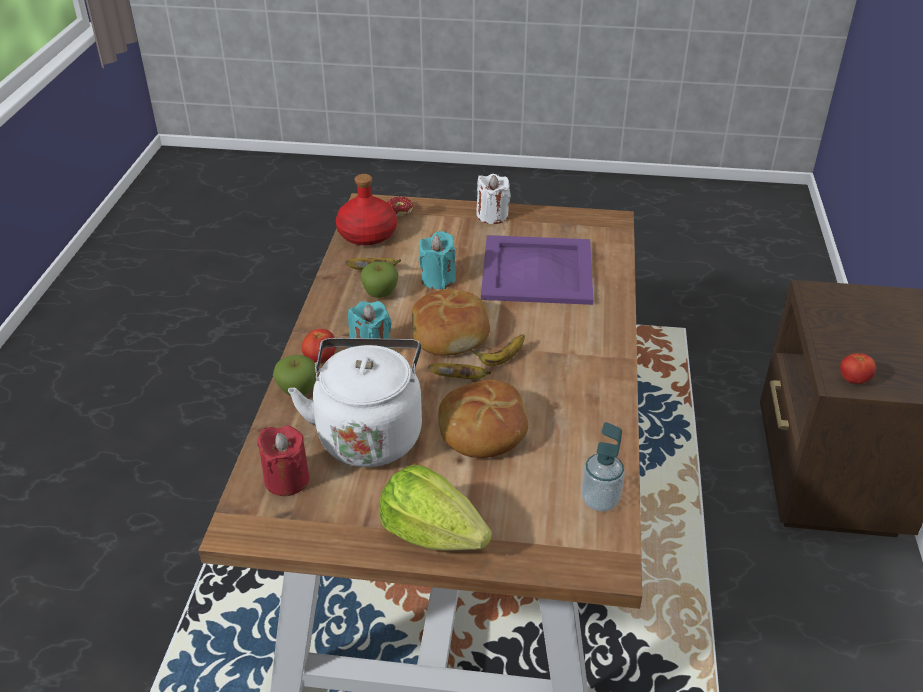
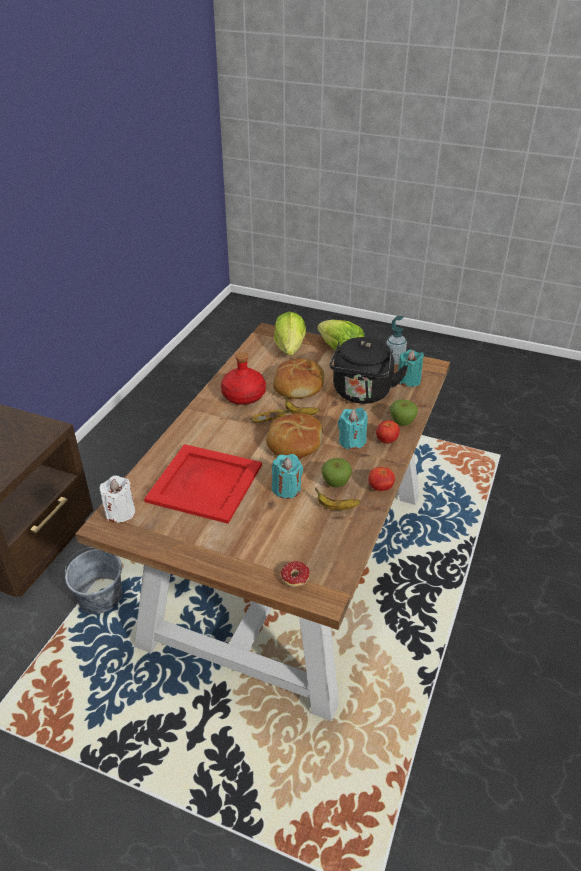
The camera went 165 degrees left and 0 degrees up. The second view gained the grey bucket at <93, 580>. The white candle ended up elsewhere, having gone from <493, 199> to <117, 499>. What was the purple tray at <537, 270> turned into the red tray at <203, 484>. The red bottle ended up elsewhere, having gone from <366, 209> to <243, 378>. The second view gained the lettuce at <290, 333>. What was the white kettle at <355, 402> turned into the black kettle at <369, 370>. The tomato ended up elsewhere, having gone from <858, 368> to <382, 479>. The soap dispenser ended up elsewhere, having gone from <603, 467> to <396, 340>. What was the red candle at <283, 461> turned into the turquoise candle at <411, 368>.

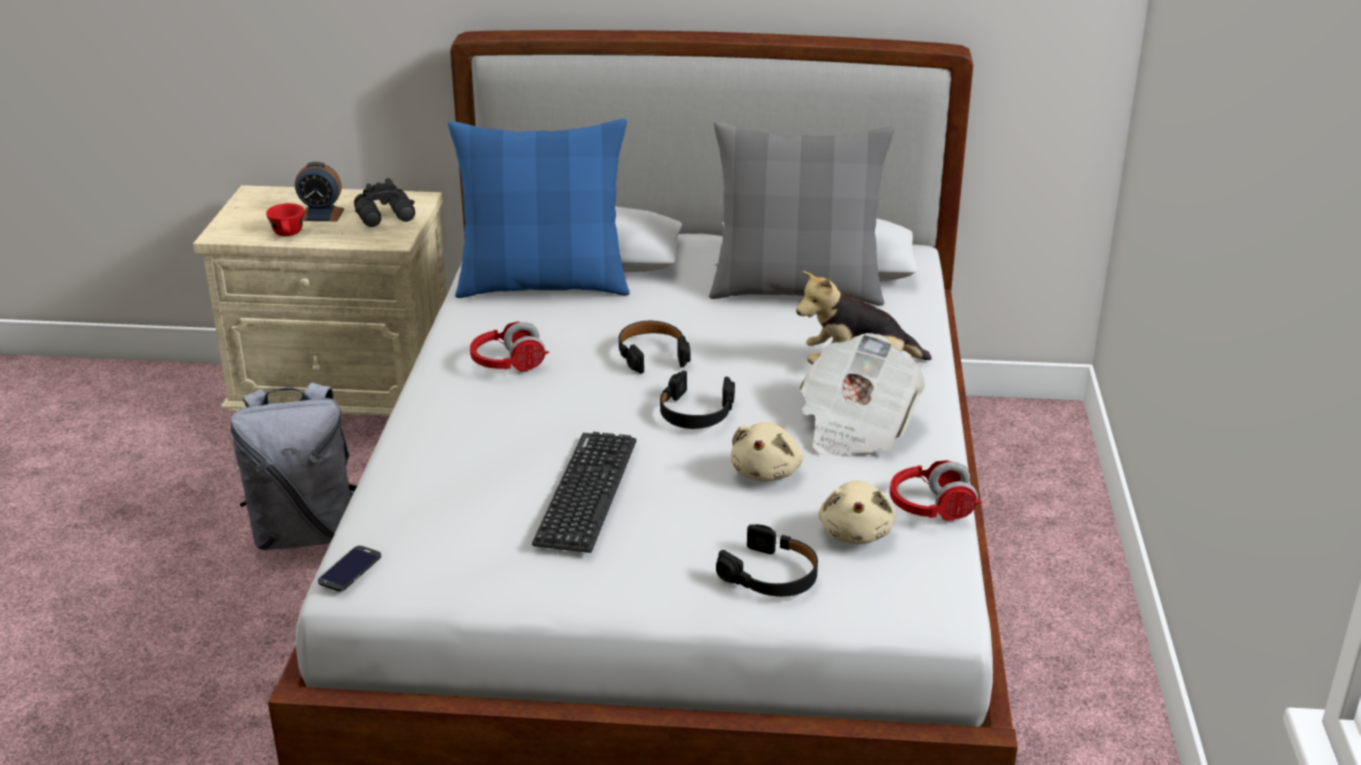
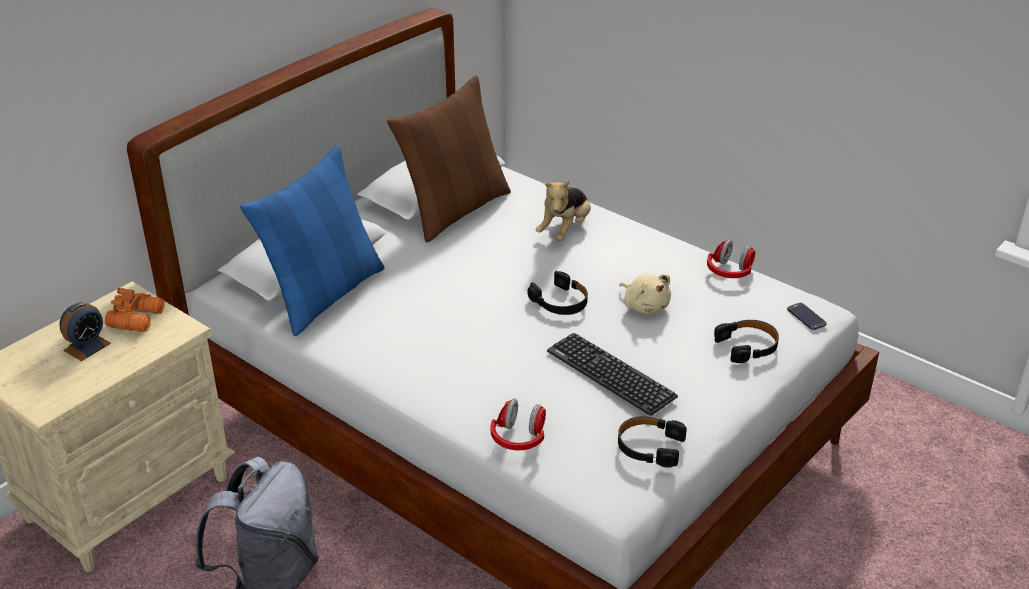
The camera went 55 degrees left and 5 degrees up. What was the black binoculars at <384, 202> turned into the orange binoculars at <135, 310>. What was the grey pillow at <801, 213> turned into the brown pillow at <449, 159>. The red headphones ended up elsewhere, having gone from <509, 347> to <518, 424>. The black headphones ended up elsewhere, having gone from <655, 347> to <652, 442>. The phone ended up elsewhere, having gone from <349, 569> to <807, 316>. The second view lost the red cup at <285, 219>. The second view lost the newspaper at <862, 394>. The second view lost the beige plush toy at <857, 512>.

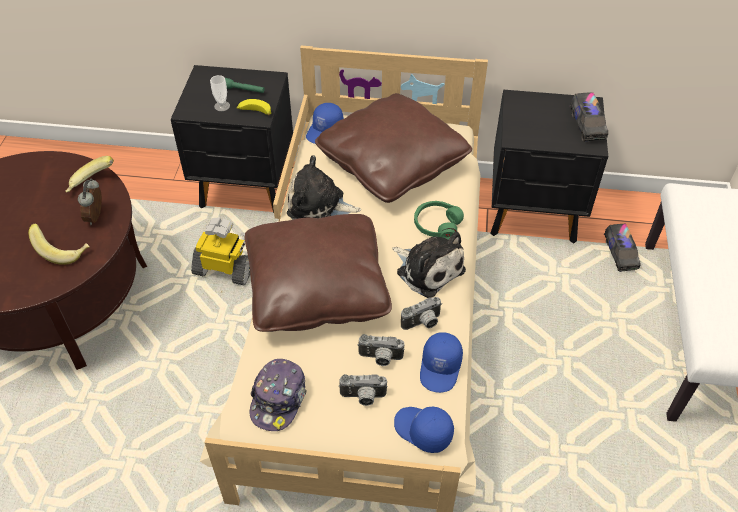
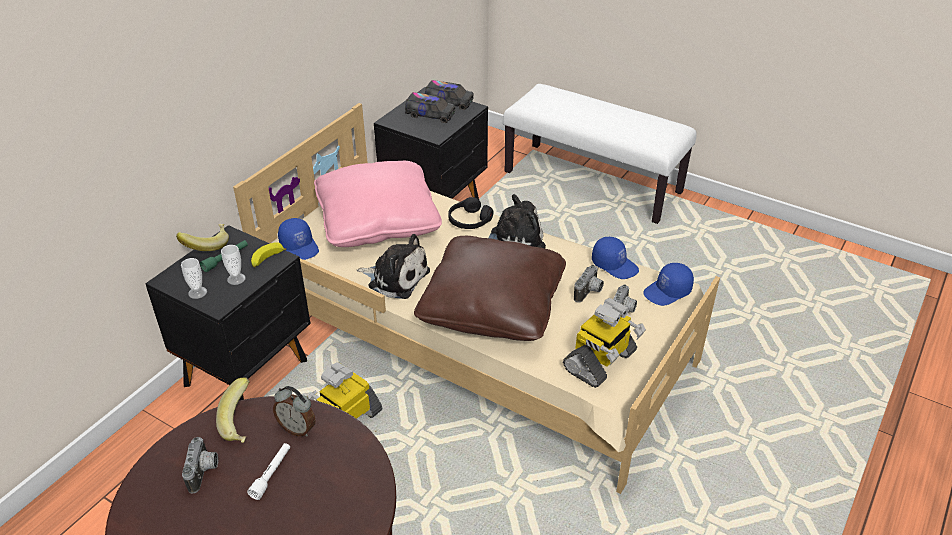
The camera went 65 degrees left and 10 degrees down. The banana ended up elsewhere, having gone from <59, 244> to <202, 237>. The second view gained the cup at <194, 278>. The photo camera ended up elsewhere, having gone from <421, 313> to <200, 465>. The second view gained the white flashlight at <268, 471>. What was the brown pillow at <393, 148> turned into the pink pillow at <378, 204>. The plush toy at <324, 187> ended up facing another way, 105 degrees counterclockwise from before. The toy truck ended up elsewhere, having gone from <622, 248> to <430, 107>. What was the green headphones at <439, 220> turned into the black headphones at <470, 213>. Where the cap stood at <278, 395>, the toy robot came to stand at <604, 343>.

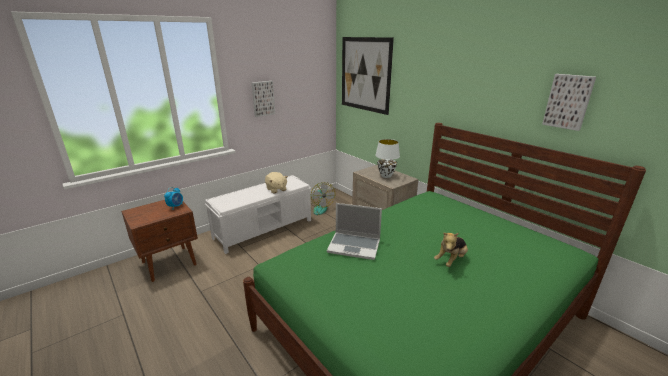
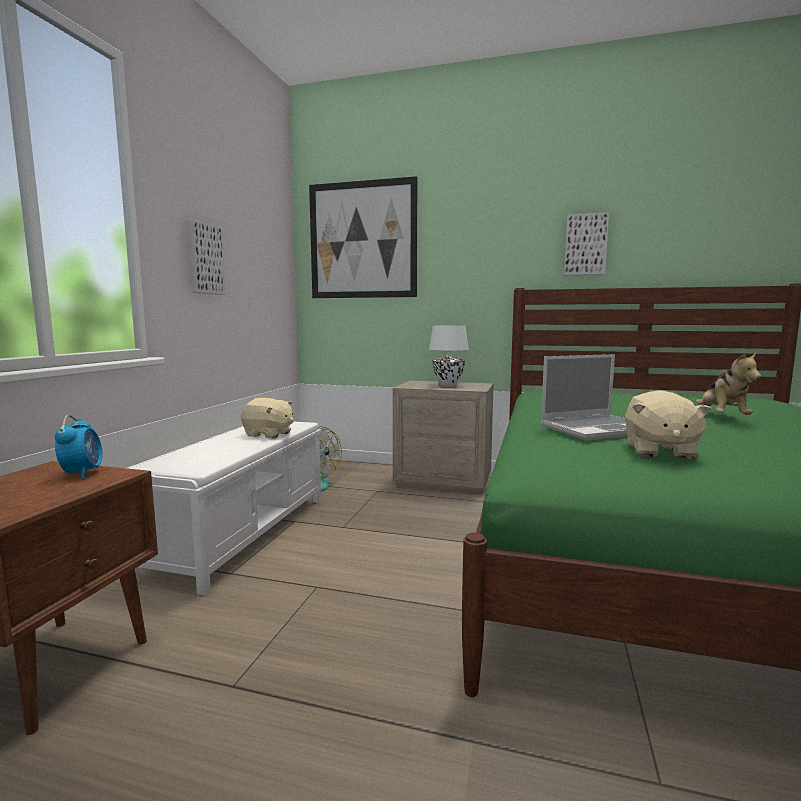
The camera went 35 degrees left and 15 degrees down. The picture ended up elsewhere, having gone from <569, 102> to <586, 243>. The second view gained the beige plush toy at <668, 425>.

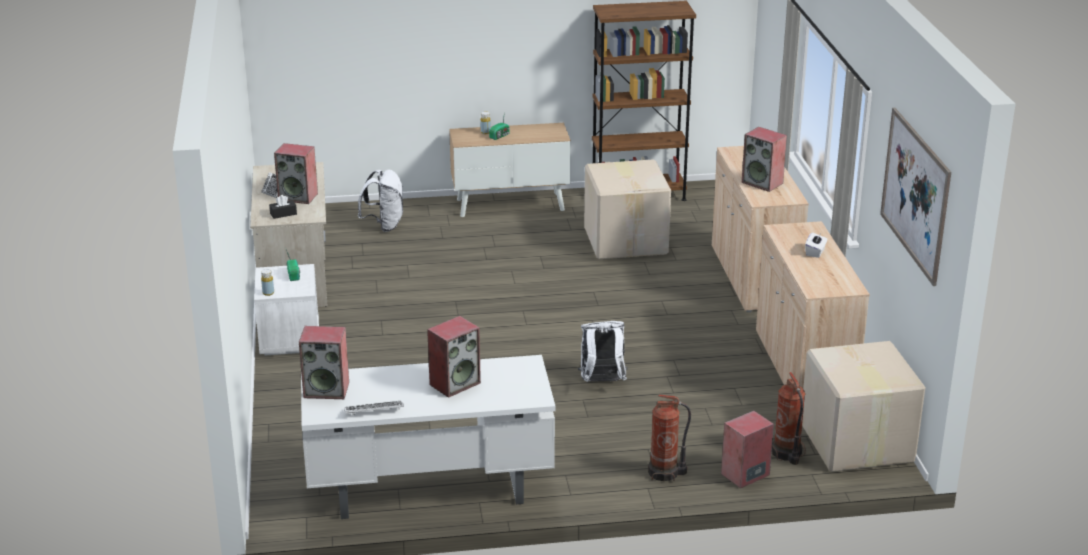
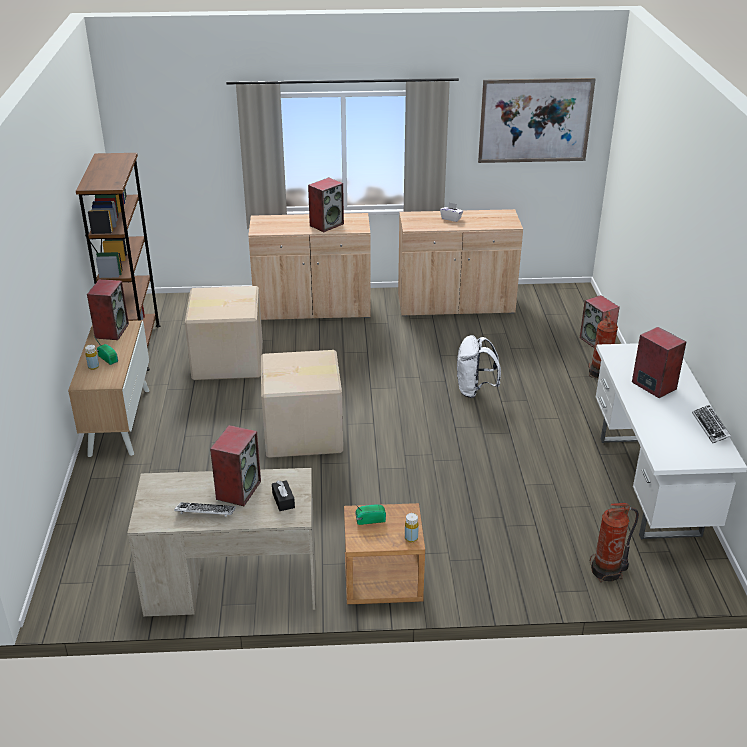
The camera went 85 degrees left and 5 degrees up. The speaker ended up elsewhere, having gone from <324, 362> to <108, 309>. The cardboard box ended up elsewhere, having gone from <864, 406> to <302, 404>. What was the white nightstand at <286, 310> turned into the brown nightstand at <384, 553>. The fire extinguisher ended up elsewhere, having gone from <789, 418> to <614, 543>. The second view lost the white backpack at <380, 200>.

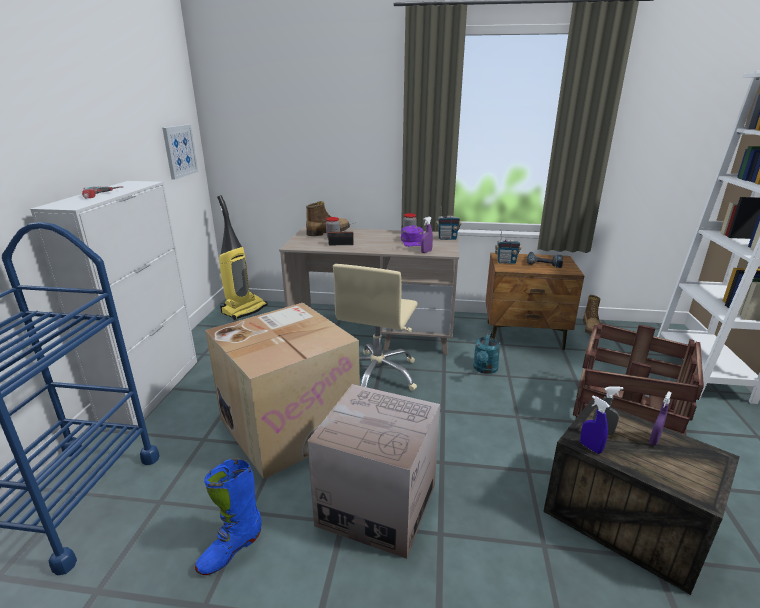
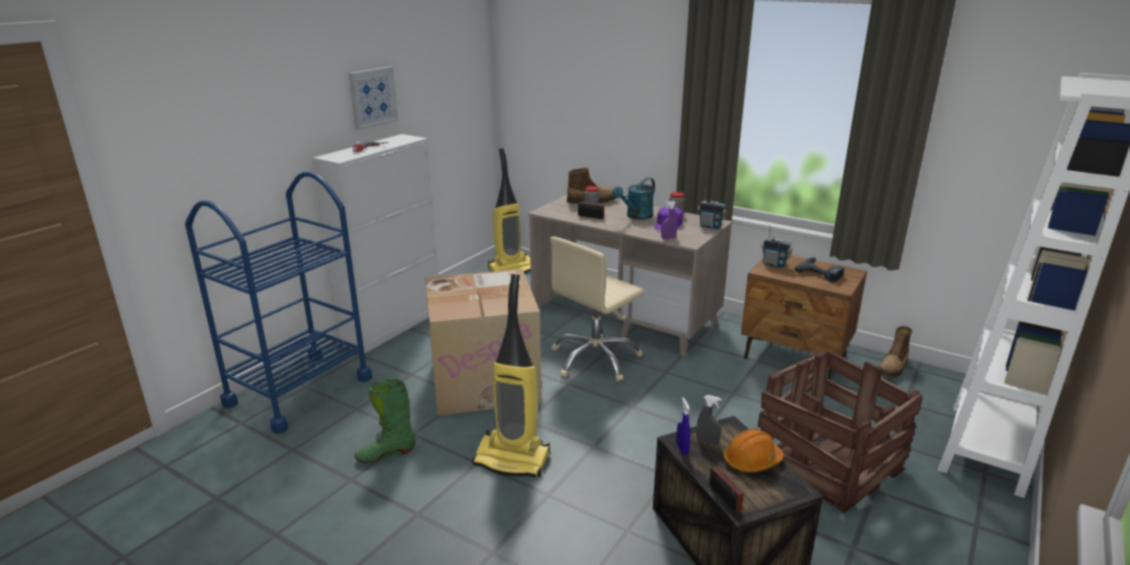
The camera went 25 degrees right and 0 degrees up. The picture ended up elsewhere, having gone from <180, 152> to <373, 98>. What was the blue boot at <228, 516> turned into the green boot at <385, 421>. Where the cardboard box stood at <373, 471>, the vacuum cleaner came to stand at <511, 376>. The turquoise watering can ended up elsewhere, having gone from <487, 352> to <633, 199>. The second view gained the radio at <728, 489>. Where the purple spray bottle stood at <660, 419>, the orange hard hat came to stand at <753, 451>.

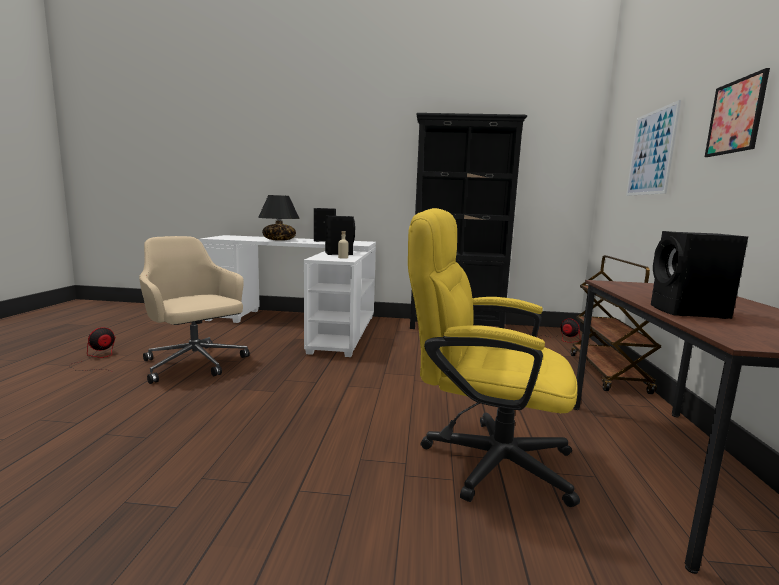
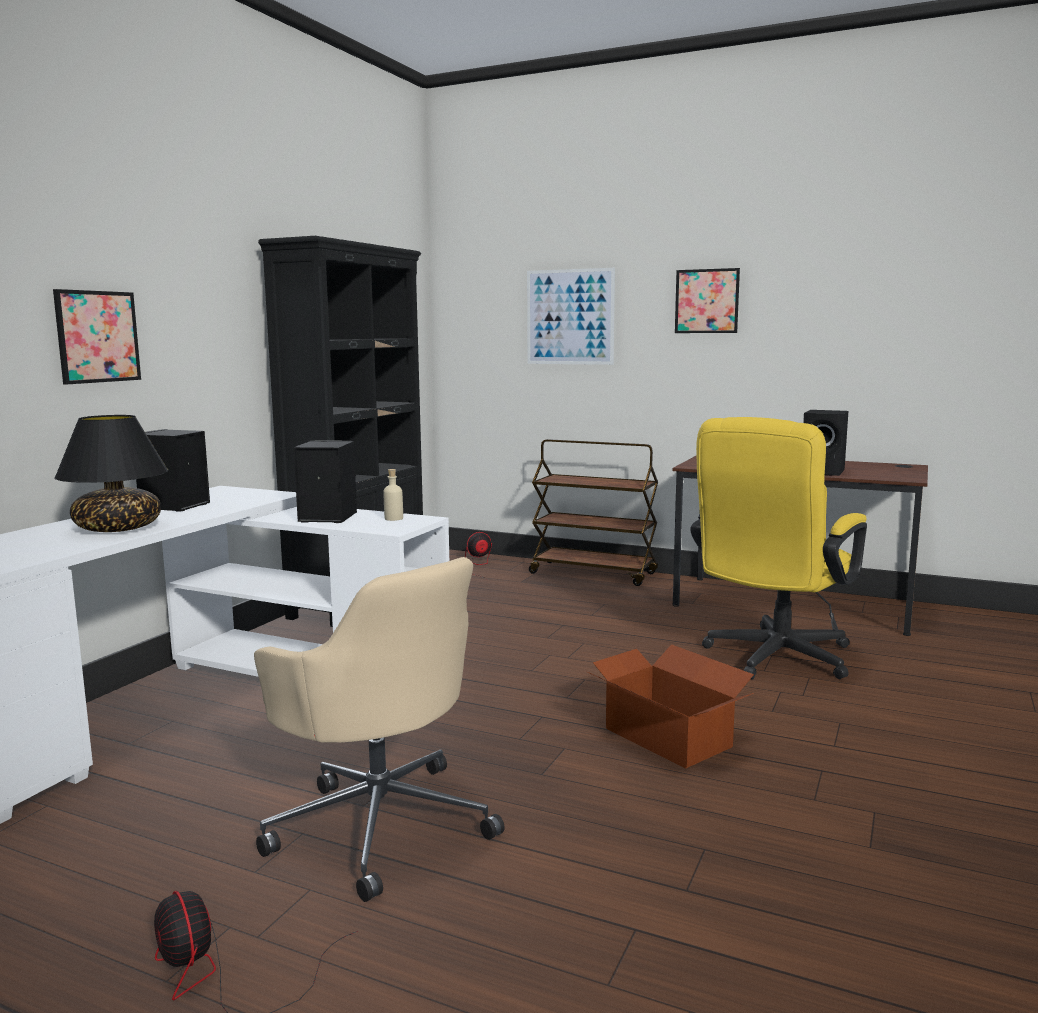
The camera went 70 degrees left and 0 degrees up. The second view gained the picture at <97, 337>. The beige office chair at <194, 310> ended up facing another way, 105 degrees counterclockwise from before. The second view gained the cardboard box at <671, 706>.

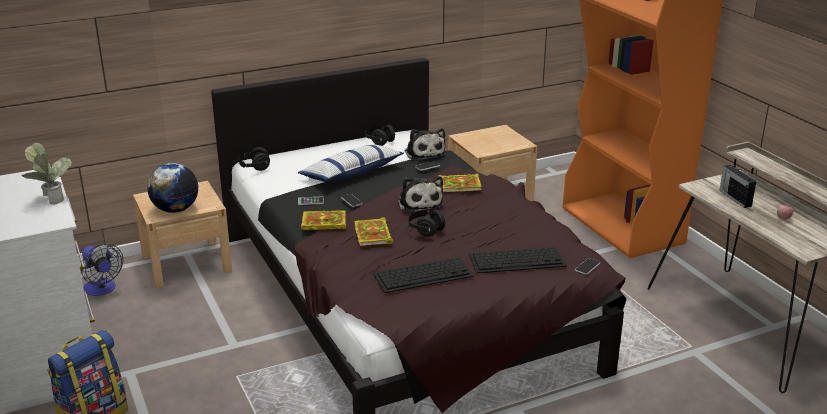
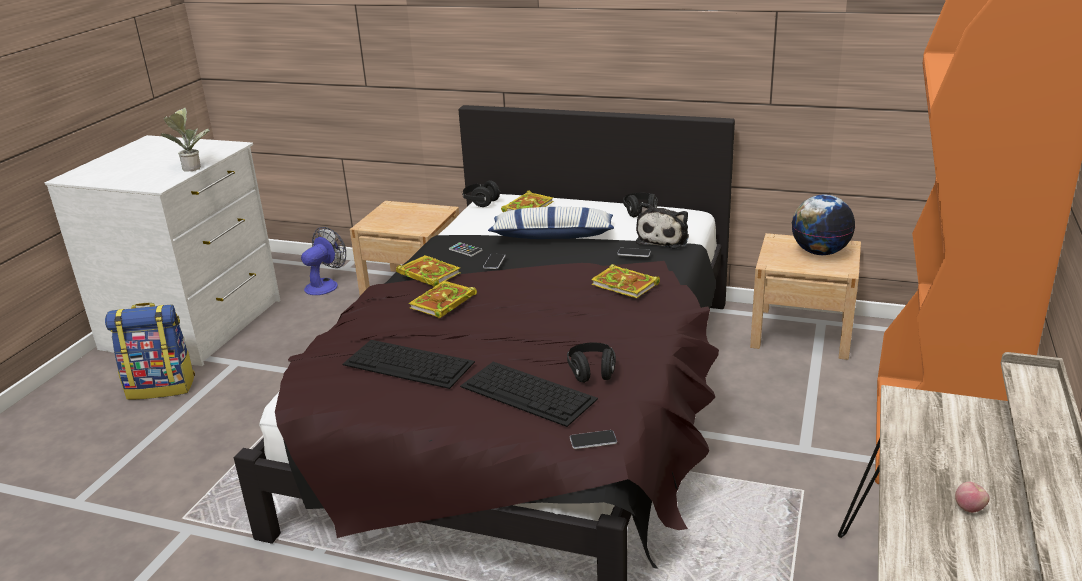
The camera went 45 degrees right and 0 degrees up. The fan at <102, 270> ended up facing another way, 150 degrees counterclockwise from before. The second view gained the book at <527, 201>. The black headphones ended up elsewhere, having gone from <427, 223> to <591, 363>. The globe ended up elsewhere, having gone from <172, 188> to <823, 224>. The second view lost the plush toy at <420, 194>. The second view lost the radio at <737, 186>.

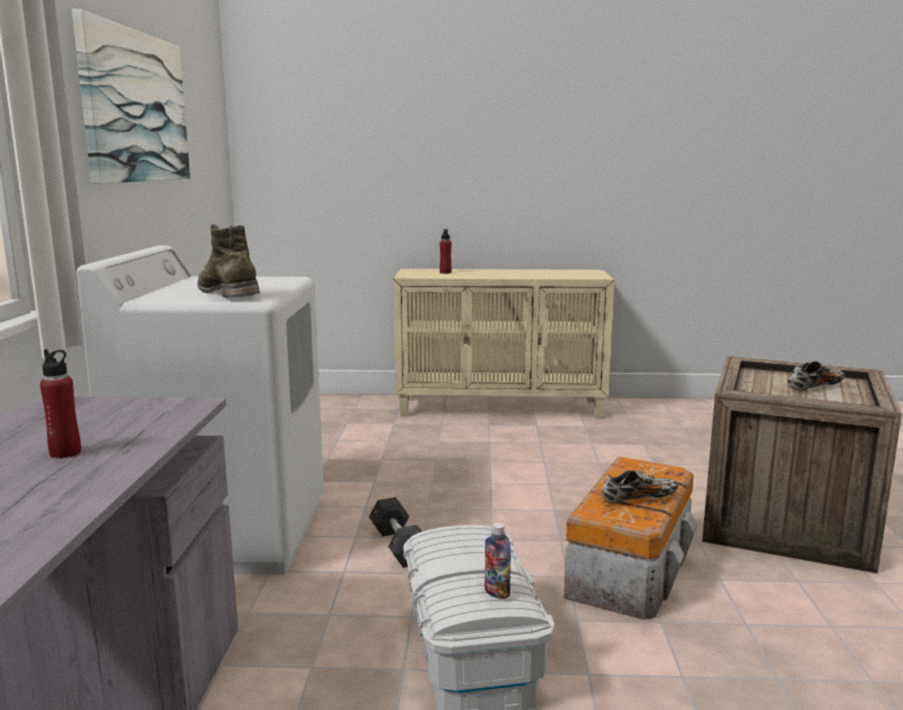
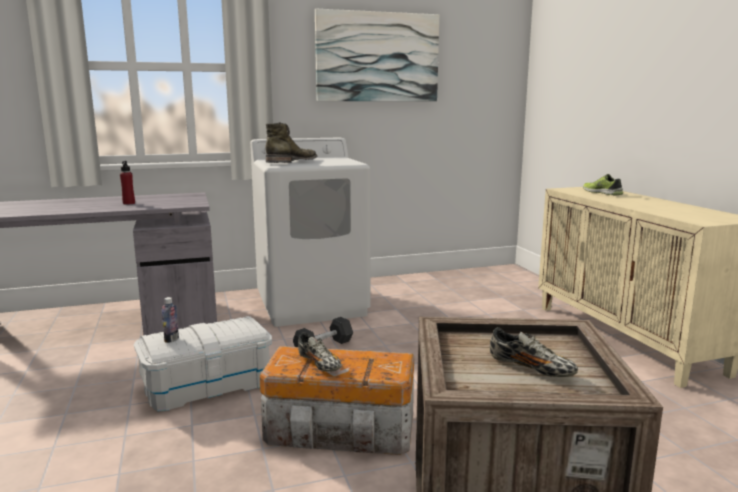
The camera went 70 degrees right and 0 degrees up. Where the red bottle stood at <446, 251>, the shoe came to stand at <603, 185>.

